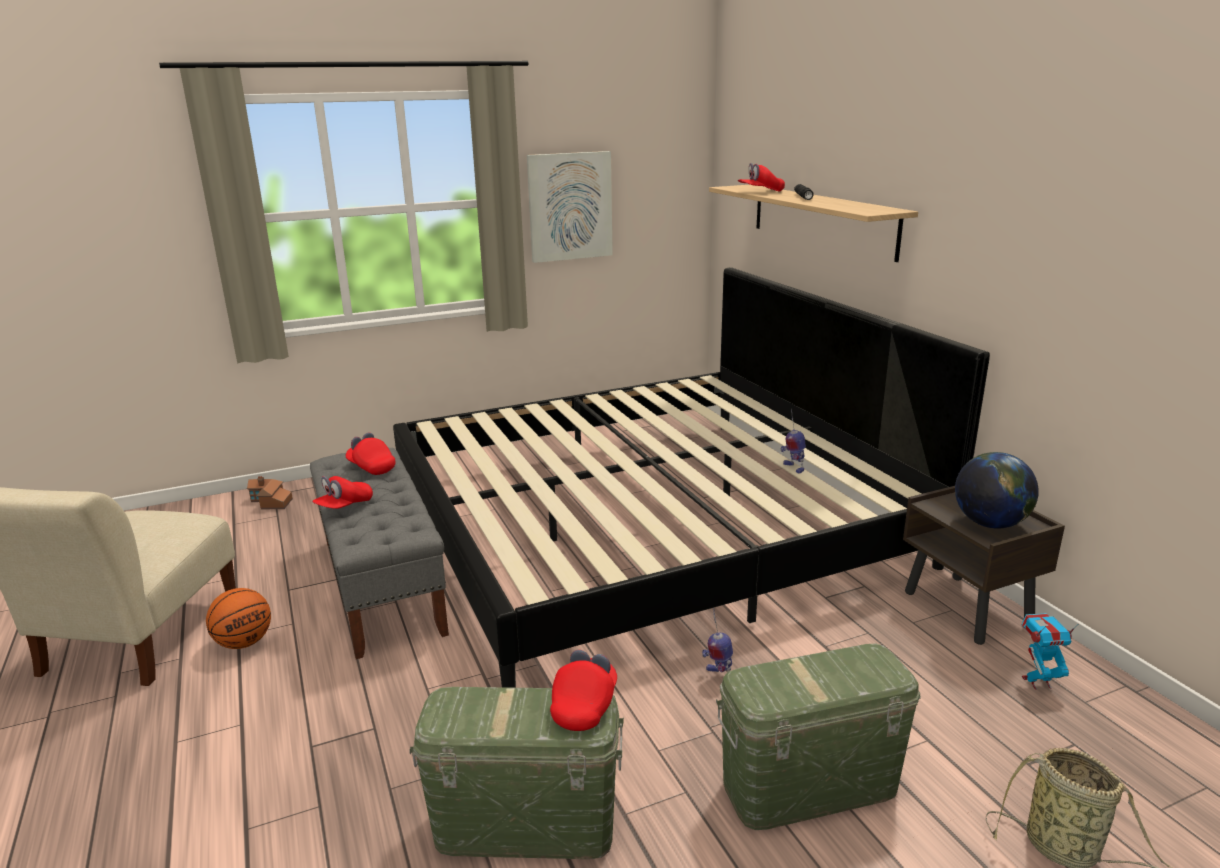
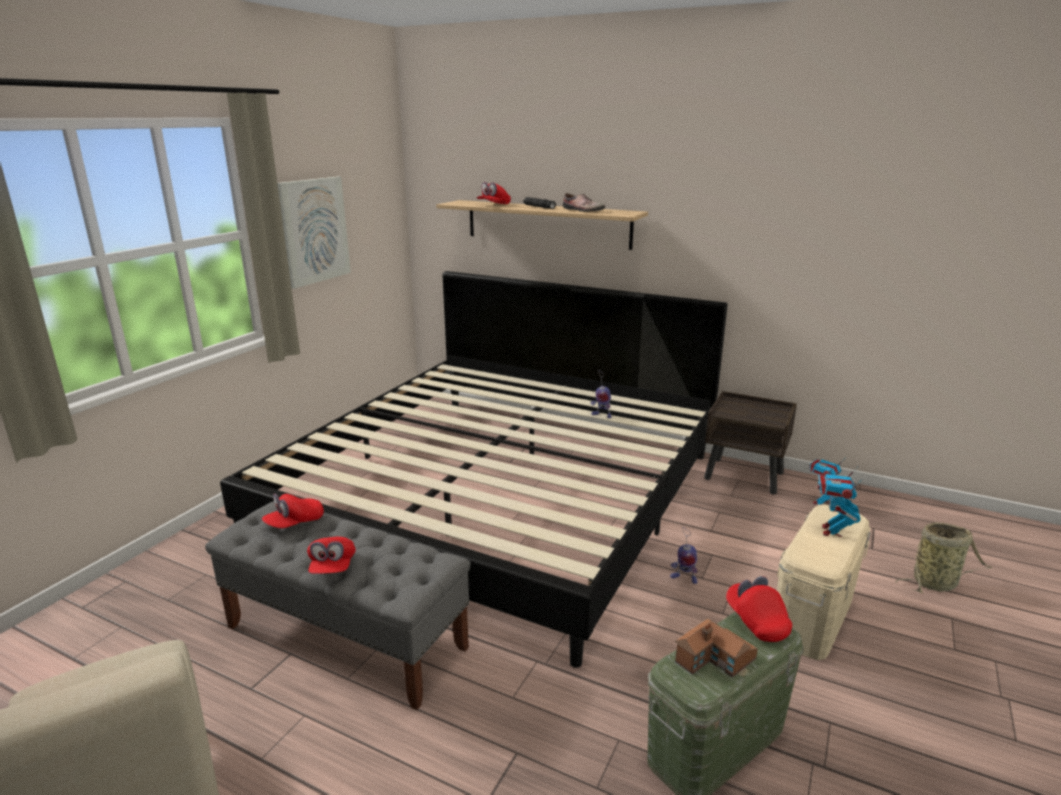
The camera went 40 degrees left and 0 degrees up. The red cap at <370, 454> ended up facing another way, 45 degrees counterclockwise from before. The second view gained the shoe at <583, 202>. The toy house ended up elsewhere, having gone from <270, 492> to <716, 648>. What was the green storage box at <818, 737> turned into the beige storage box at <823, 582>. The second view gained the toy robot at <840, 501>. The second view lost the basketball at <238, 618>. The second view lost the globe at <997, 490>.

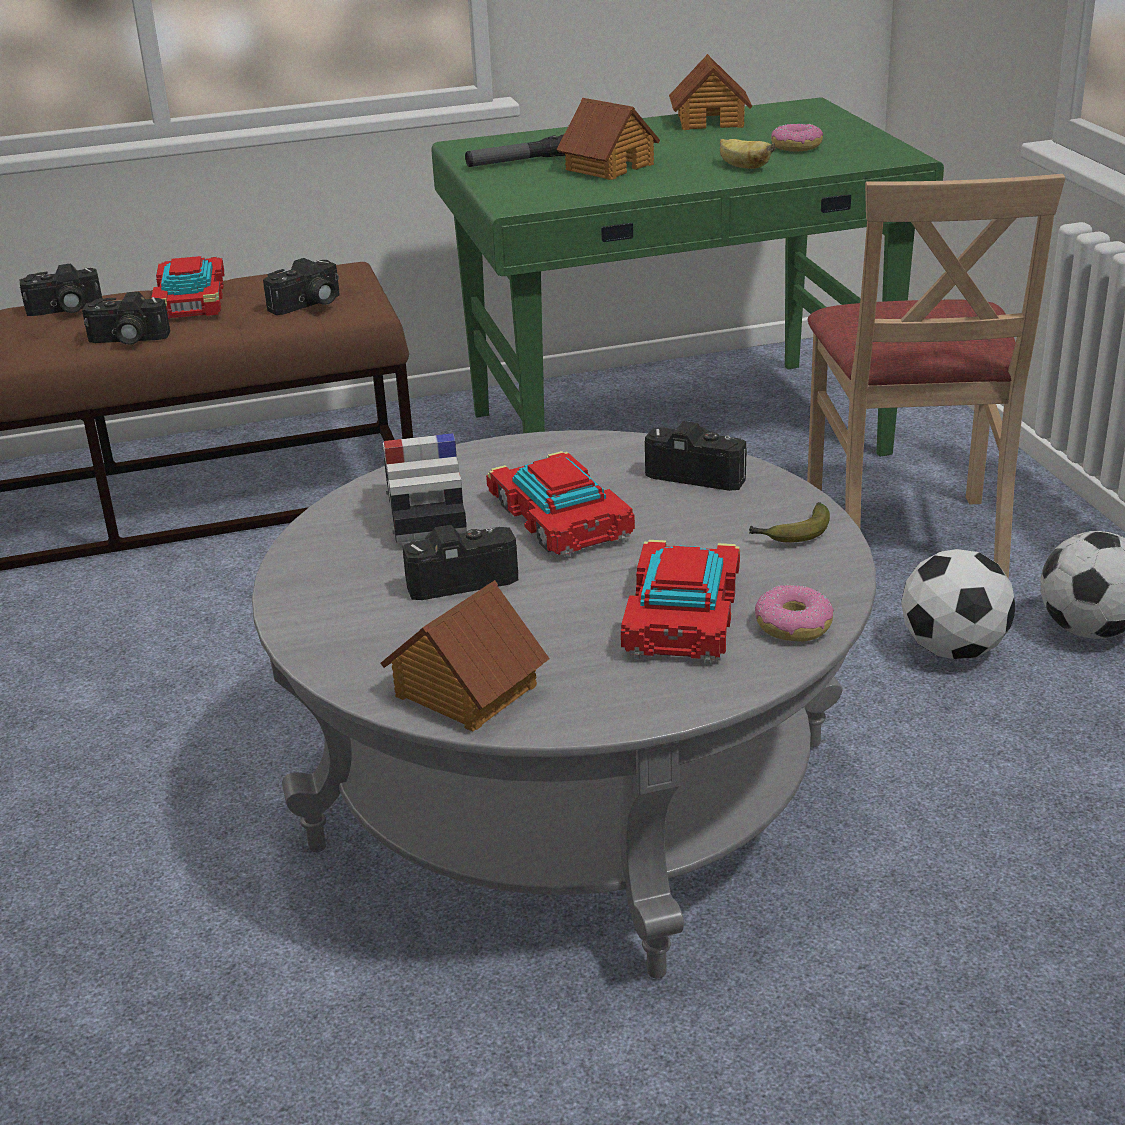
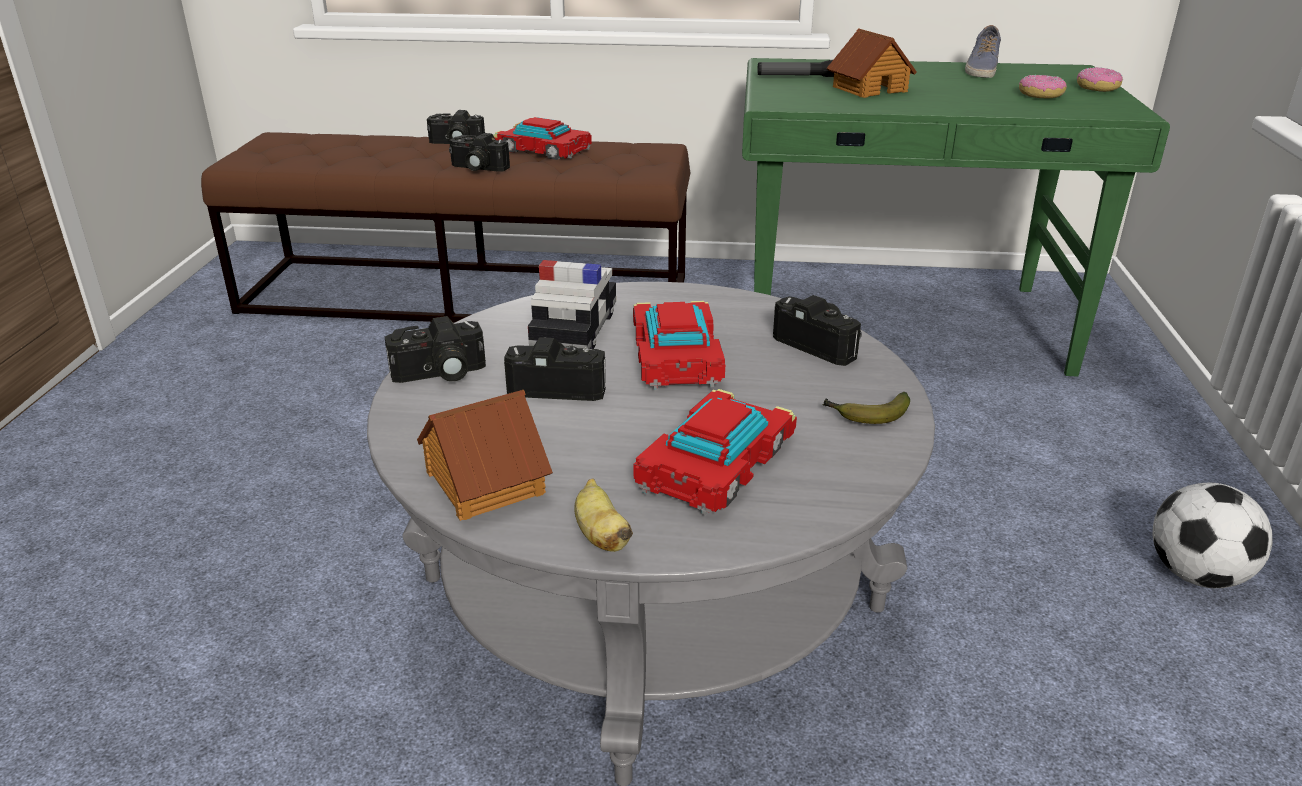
The camera went 20 degrees right and 0 degrees up. The photo camera ended up elsewhere, having gone from <301, 286> to <435, 349>. The toy car at <188, 287> ended up facing another way, 105 degrees clockwise from before. The banana ended up elsewhere, having gone from <747, 154> to <603, 515>. Where the toy house stood at <710, 92>, the shoe came to stand at <983, 51>. The donut ended up elsewhere, having gone from <794, 613> to <1100, 79>. The second view lost the beige chair at <936, 376>. The second view lost the football at <958, 604>.

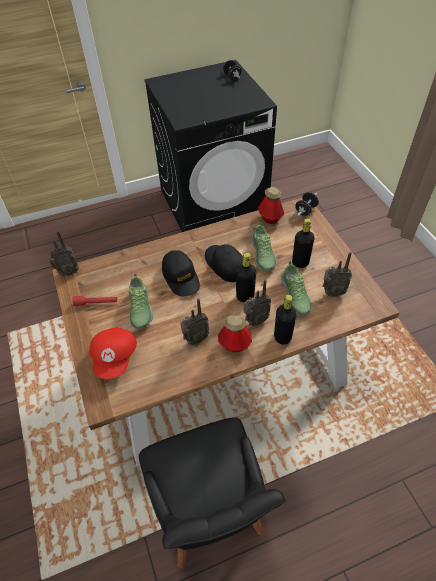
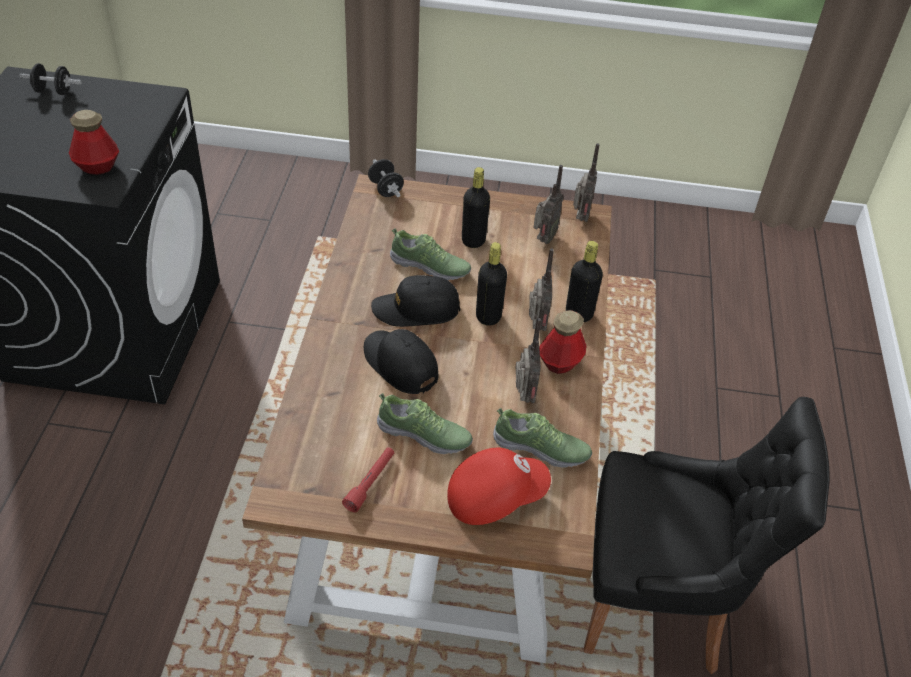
The camera went 65 degrees left and 5 degrees down. The bottle ended up elsewhere, having gone from <271, 205> to <94, 142>. The black cap at <181, 273> ended up facing another way, 135 degrees counterclockwise from before. The red cap at <113, 353> ended up facing another way, 45 degrees counterclockwise from before. The shoe ended up elsewhere, having gone from <296, 288> to <542, 438>. The radio ended up elsewhere, having gone from <64, 253> to <586, 182>.

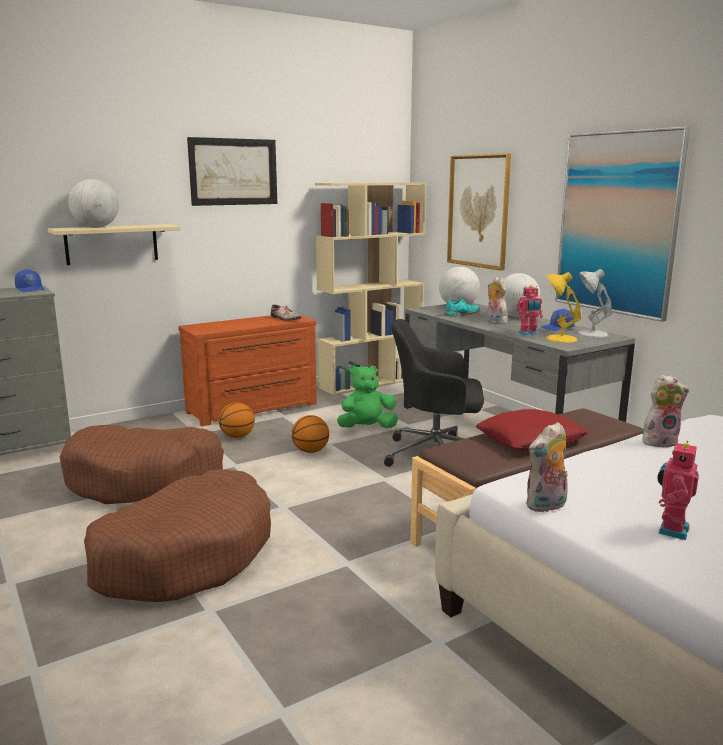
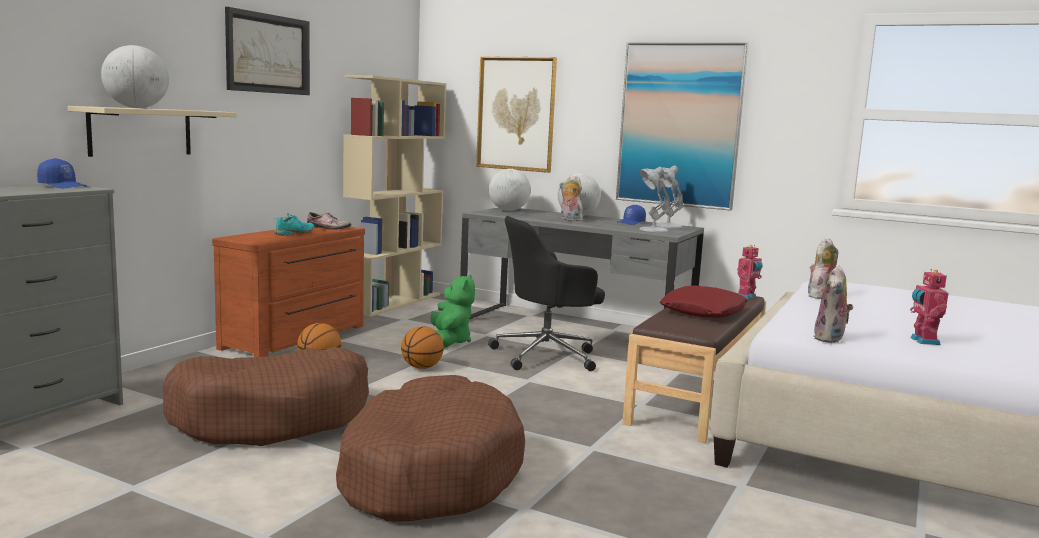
The camera went 30 degrees left and 5 degrees down. The turquoise shoe ended up elsewhere, having gone from <462, 306> to <294, 224>. The green plush toy at <367, 396> ended up facing another way, 135 degrees clockwise from before. What was the yellow table lamp at <563, 307> turned into the white table lamp at <655, 199>. The toy robot ended up elsewhere, having gone from <530, 310> to <749, 272>.

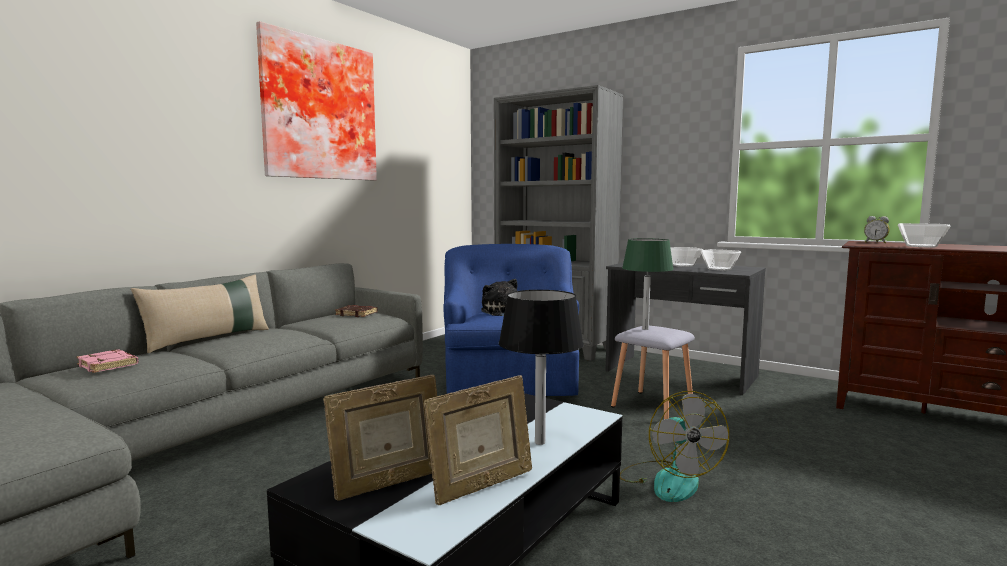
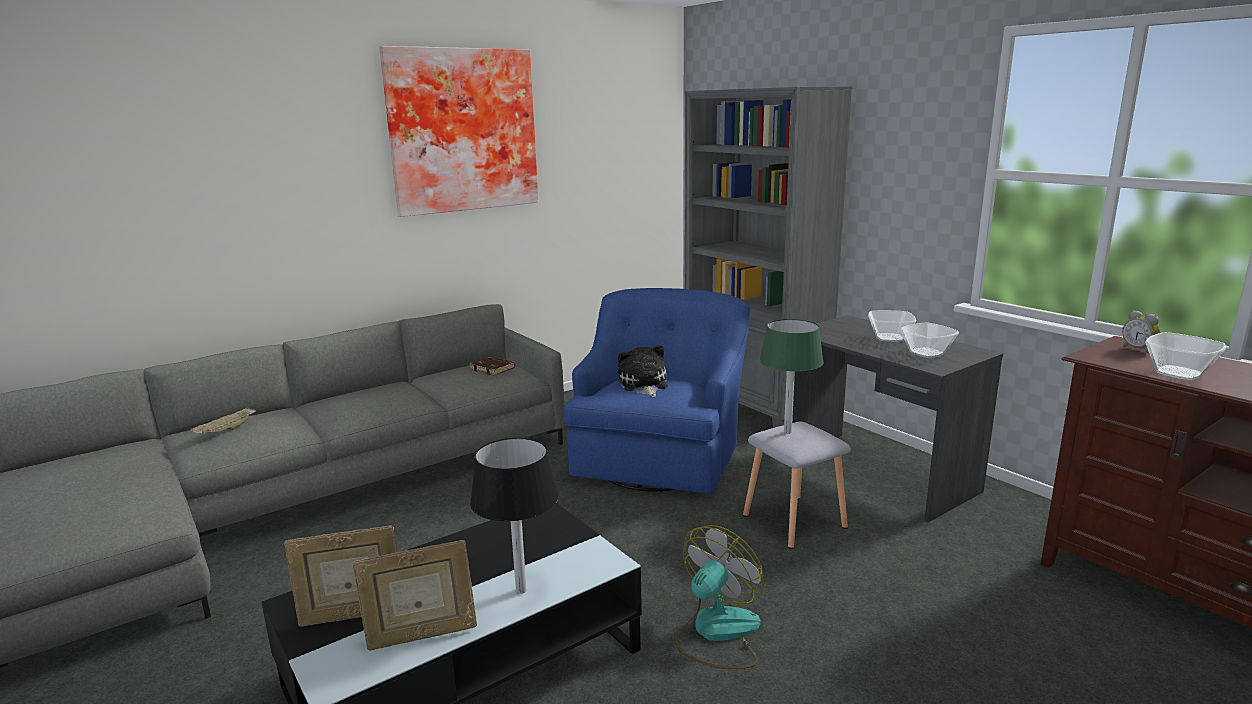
The camera went 20 degrees right and 10 degrees up. Where the pink book stood at <107, 361>, the beige tray came to stand at <223, 420>. The fan at <674, 446> ended up facing another way, 150 degrees counterclockwise from before. The second view lost the beige pillow at <200, 313>.

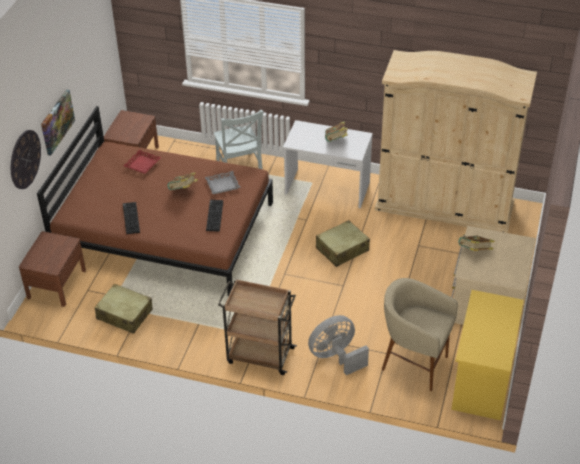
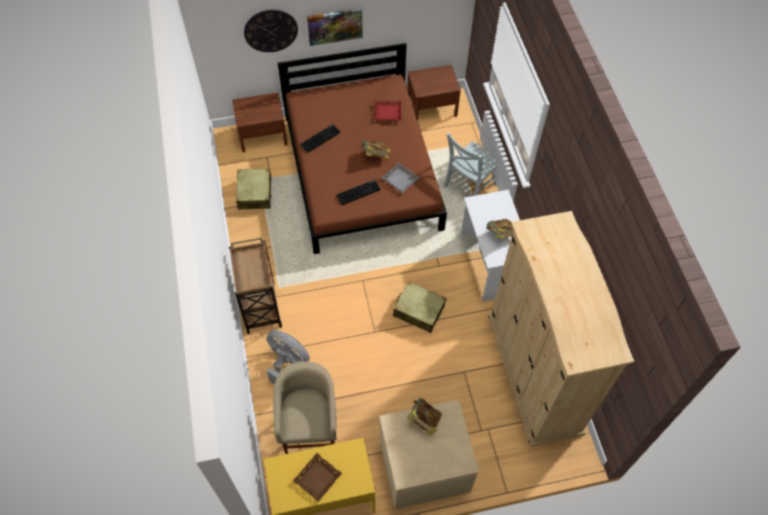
The camera went 60 degrees right and 15 degrees up. The second view gained the brown tray at <317, 477>.

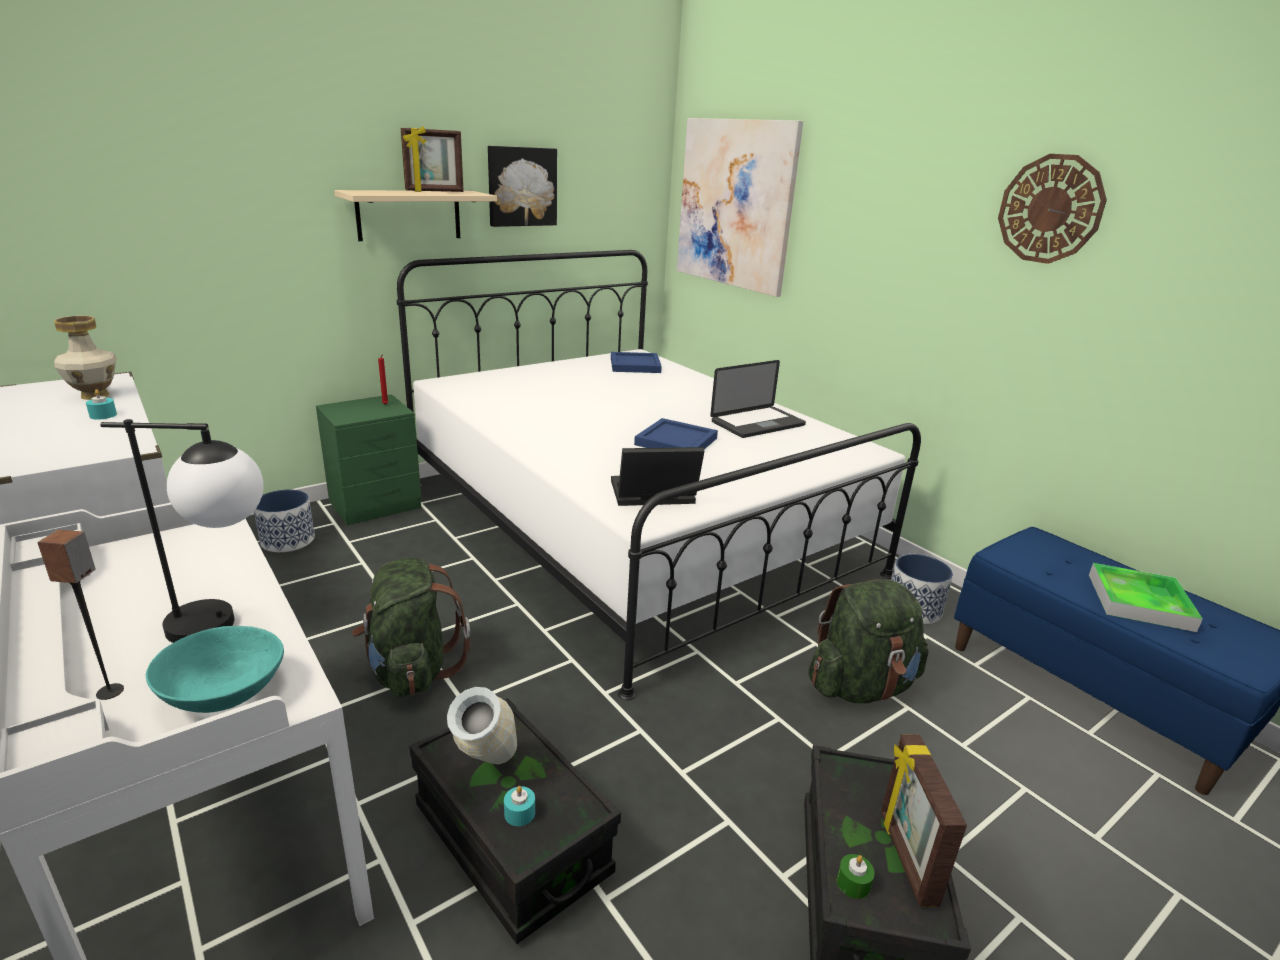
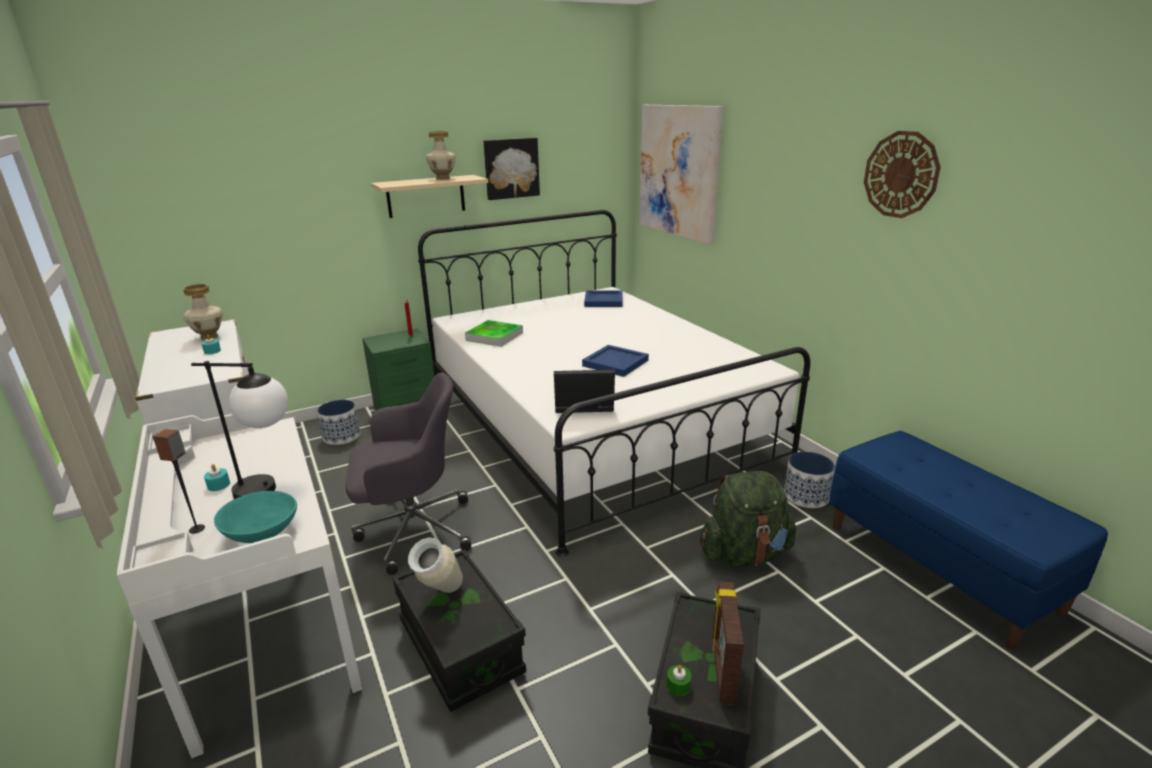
The camera went 10 degrees right and 0 degrees up. The turquoise candle ended up elsewhere, having gone from <519, 806> to <217, 477>. Where the green backpack stood at <411, 627>, the grey office chair came to stand at <408, 474>. Where the picture frame stood at <432, 159>, the vase came to stand at <441, 155>. The tray ended up elsewhere, having gone from <1146, 597> to <494, 333>. The second view lost the laptop at <758, 399>.

